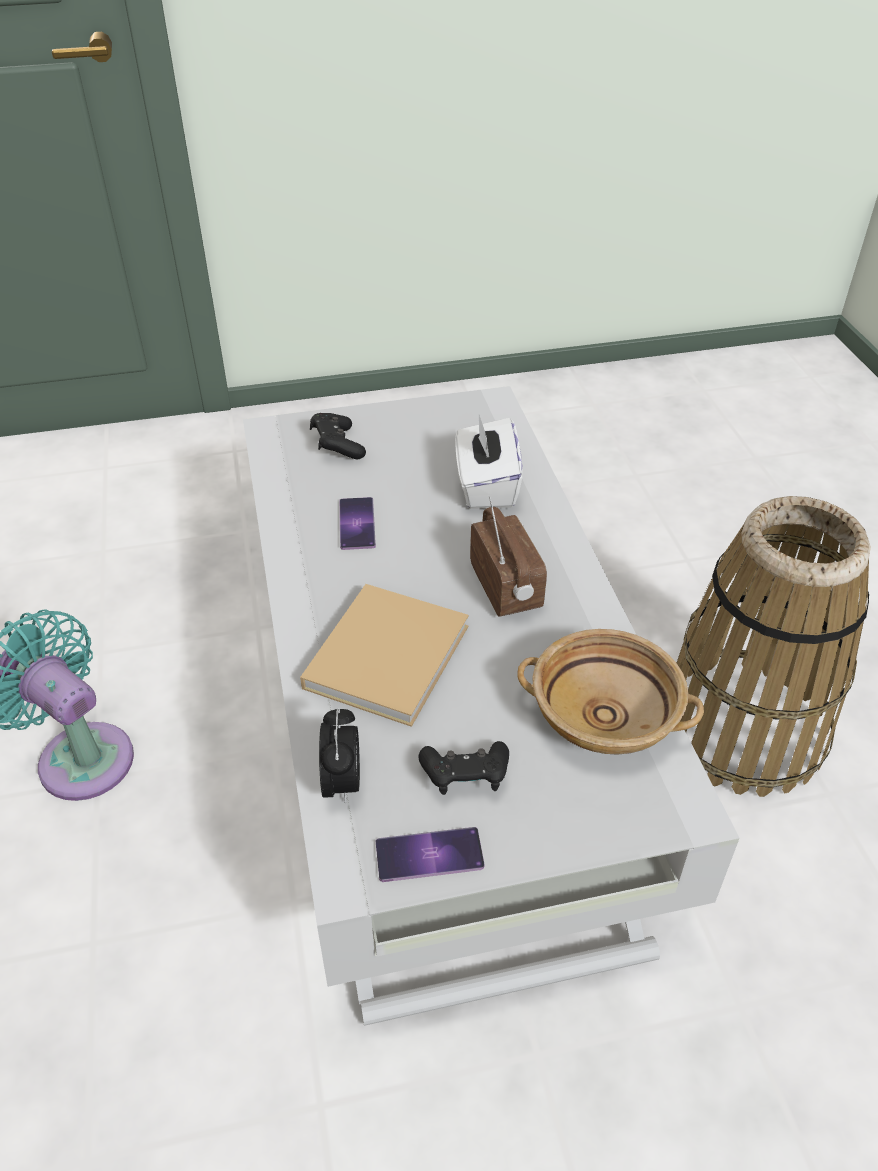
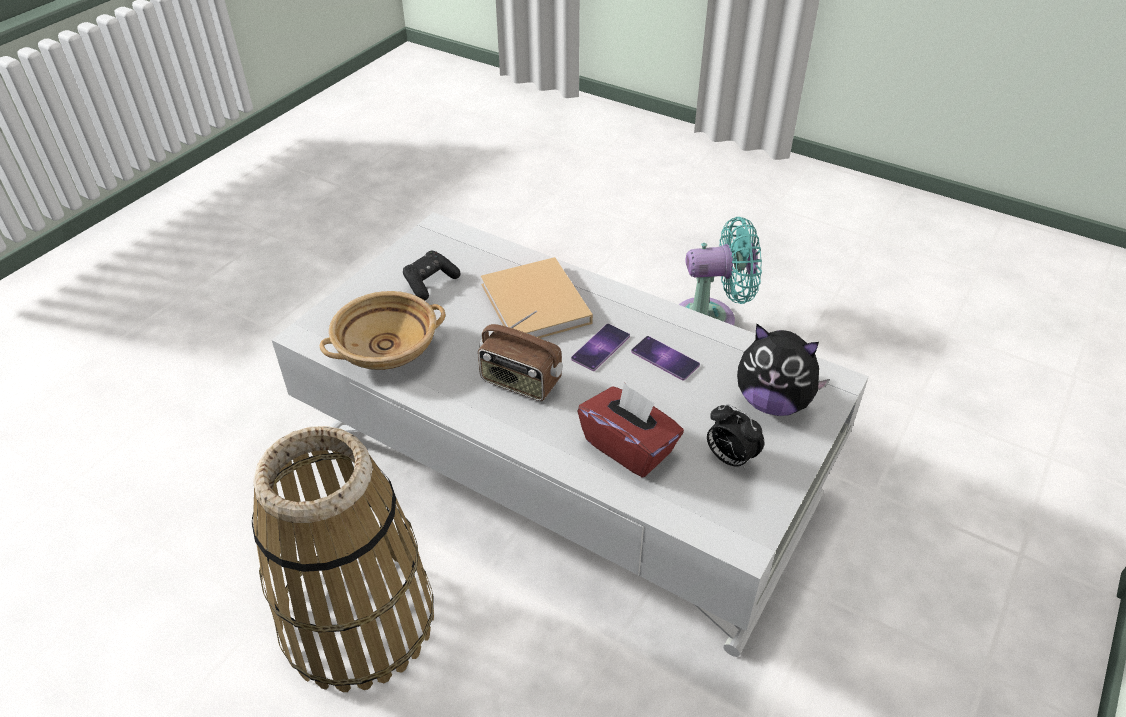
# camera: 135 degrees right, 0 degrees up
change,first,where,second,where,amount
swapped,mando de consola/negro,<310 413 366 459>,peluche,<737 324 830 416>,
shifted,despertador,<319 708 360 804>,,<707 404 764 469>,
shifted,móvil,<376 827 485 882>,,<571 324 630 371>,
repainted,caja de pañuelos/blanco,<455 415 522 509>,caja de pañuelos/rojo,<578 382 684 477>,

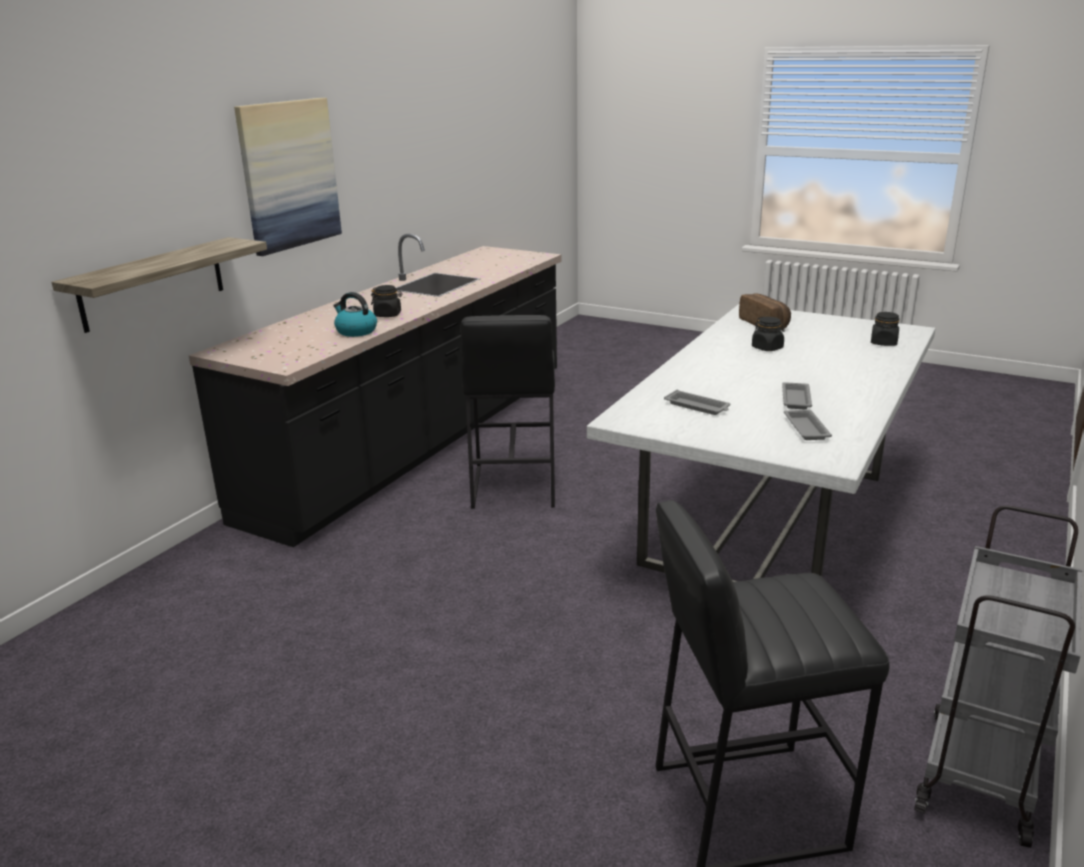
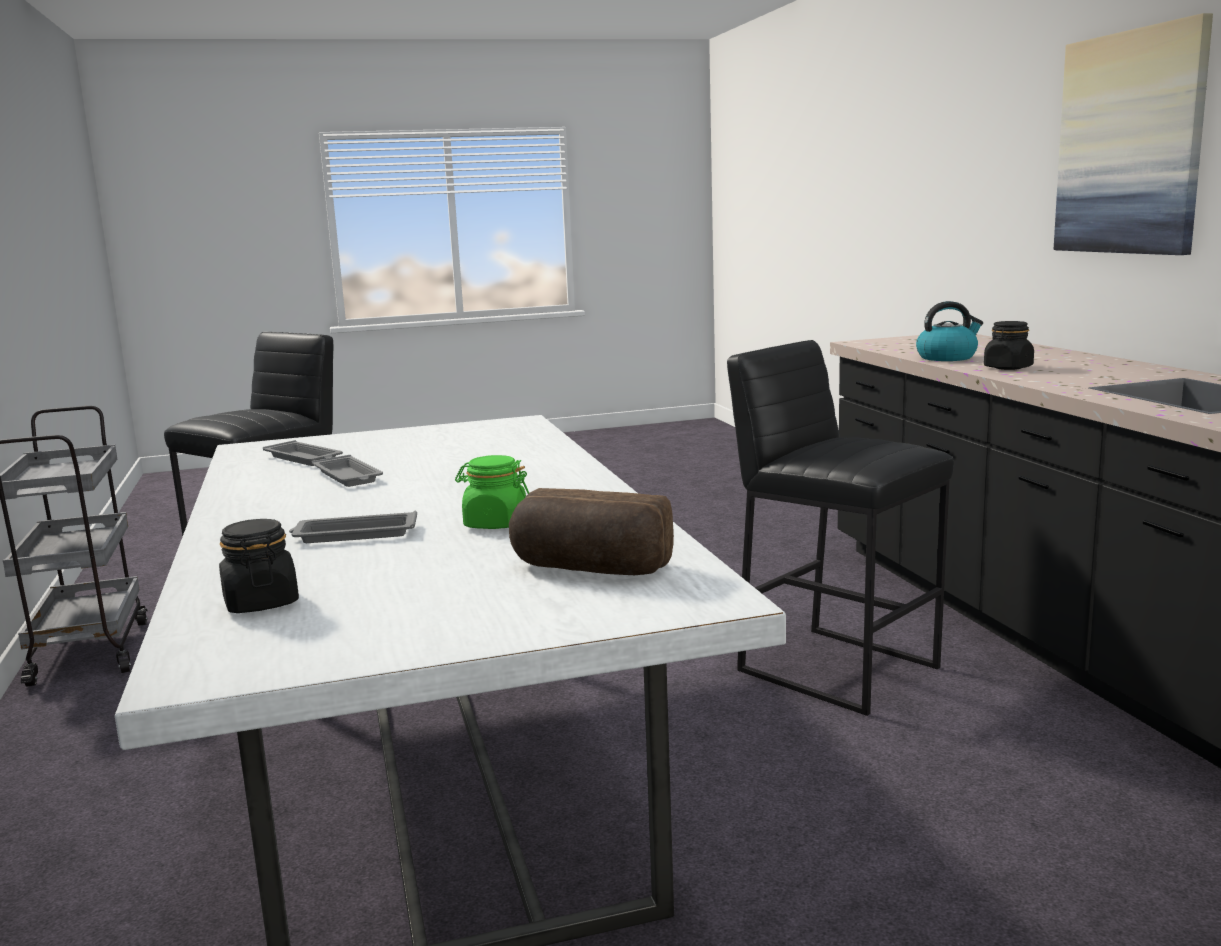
# camera: 135 degrees right, 10 degrees down
change,first,where,second,where,amount
gone,estante,<52 237 267 333>,,,
shifted,bandeja/gris,<664 390 731 415>,,<289 511 417 543>,
repainted,tarro/negro,<752 317 784 351>,tarro/verde,<455 455 529 529>,

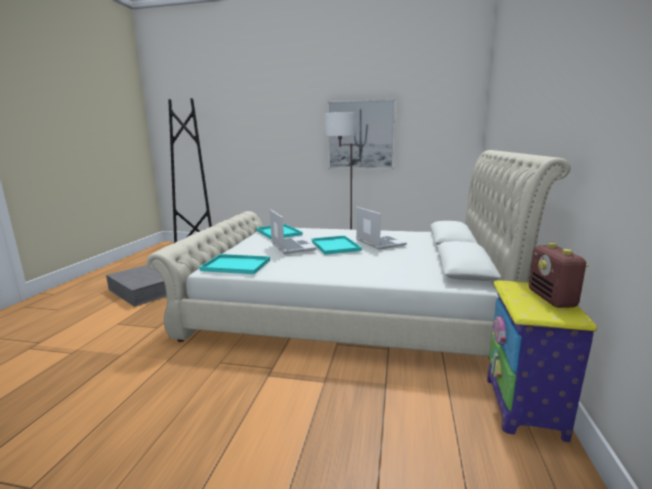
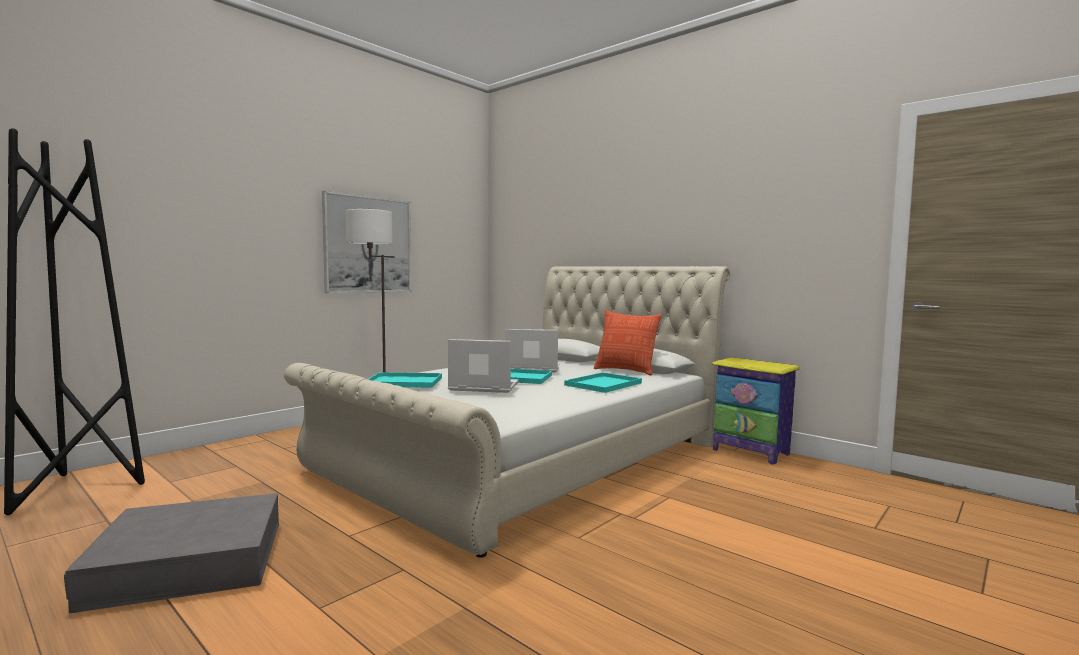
# camera: 60 degrees left, 10 degrees down
change,first,where,second,where,amount
shifted,bandeja/turquesa,<199 254 270 274>,,<564 372 642 393>,
gone,radio,<529 243 589 308>,,,
new,,,cojín/naranja,<594 310 662 376>,

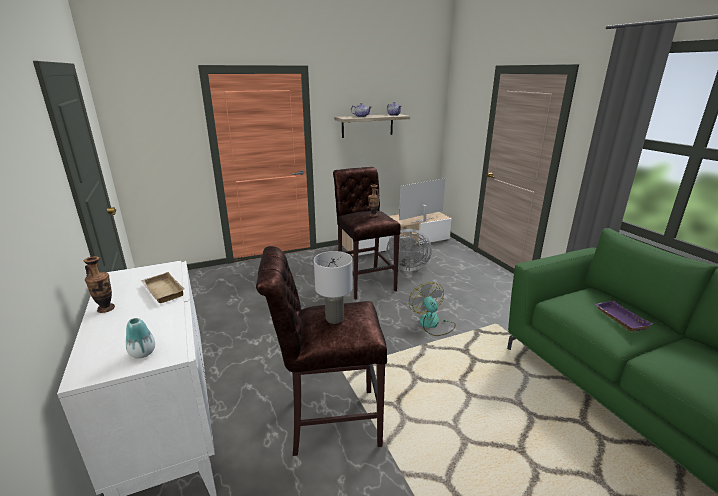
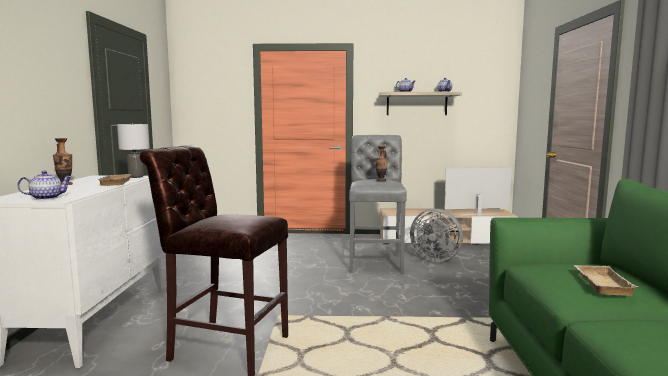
# camera: 25 degrees right, 15 degrees down
change,first,where,second,where,amount
swapped,florero,<126 318 155 358>,tetera,<17 171 72 200>,
shifted,lámpara de mesa/blanco,<314 251 353 324>,,<117 123 149 178>,
repainted,taburete/marrón,<333 167 401 299>,taburete/gris,<349 135 407 274>,
gone,ventilador,<409 282 456 336>,,,
repainted,bandeja/morado,<595 301 653 332>,bandeja/beis,<574 265 638 296>,

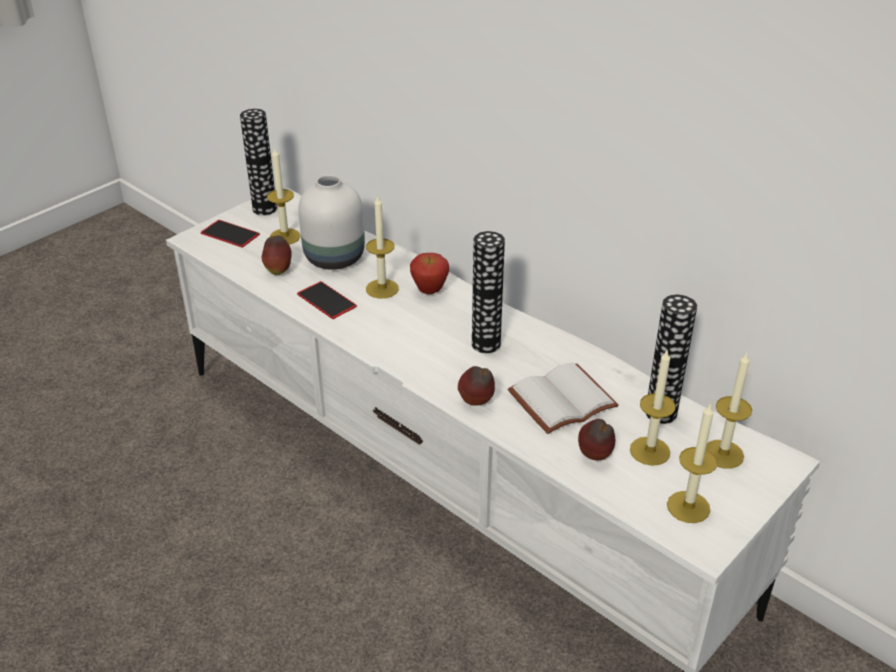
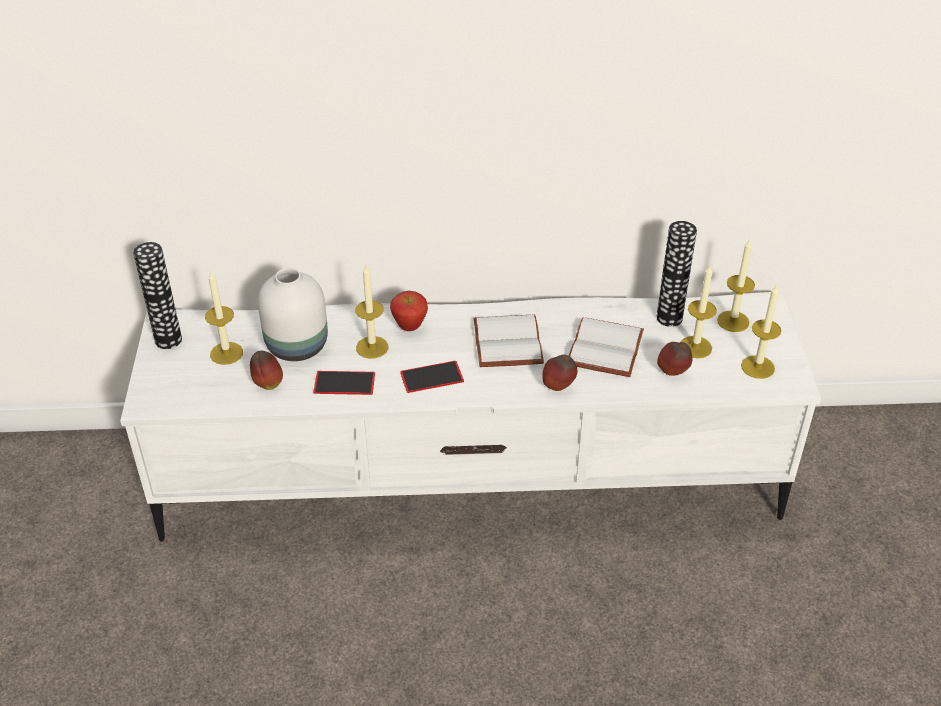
# camera: 45 degrees left, 5 degrees up
change,first,where,second,where,amount
shifted,móvil,<201 220 260 247>,,<400 361 464 393>,
swapped,florero,<472 231 505 353>,libro/blanco,<473 314 544 367>,

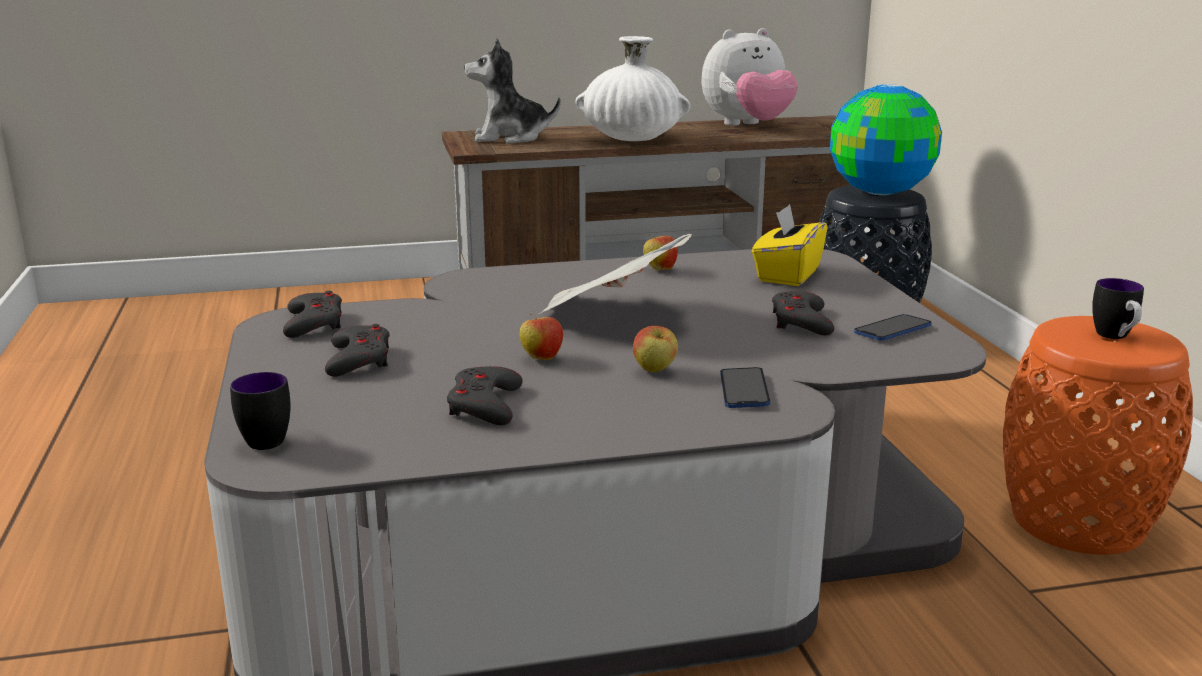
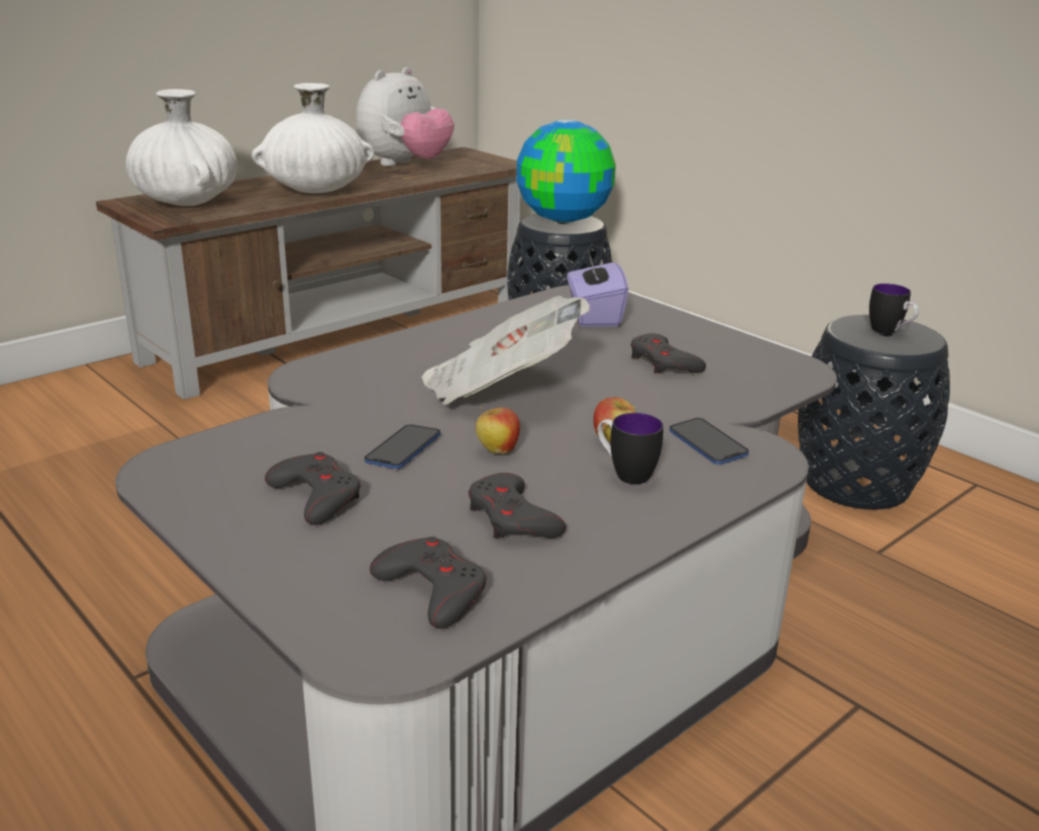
# camera: 30 degrees left, 5 degrees up
change,first,where,second,where,amount
shifted,taza grande,<230 372 291 450>,,<597 413 663 484>,
shifted,mando de consola/gris,<283 291 342 338>,,<370 536 487 629>,
swapped,peluche,<464 38 561 144>,florero/blanco,<126 89 237 206>,
gone,manzana,<643 234 678 270>,,,
repainted,caja de pañuelos/amarillo,<752 204 828 286>,caja de pañuelos/morado,<567 249 628 327>,
shifted,móvil,<854 314 931 341>,,<364 425 441 469>,
repainted,taburete/naranja,<1003 316 1193 555>,taburete/negro,<798 315 950 510>,

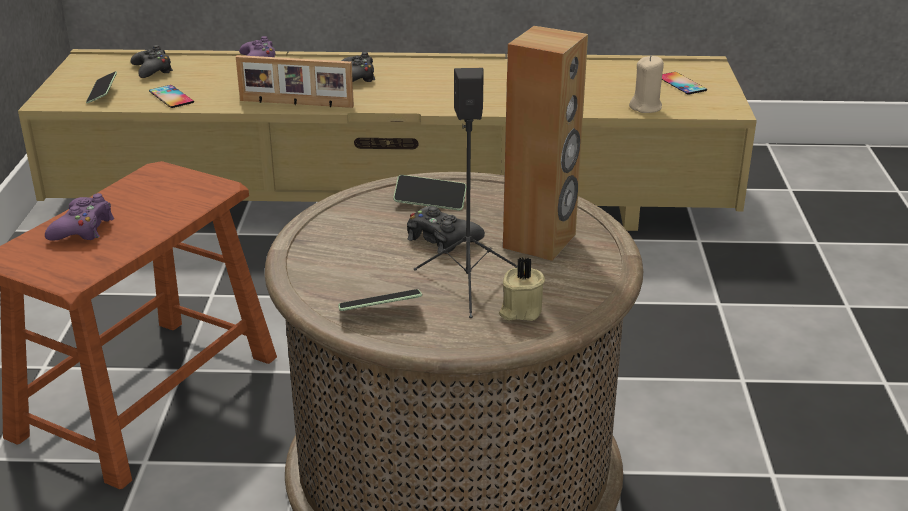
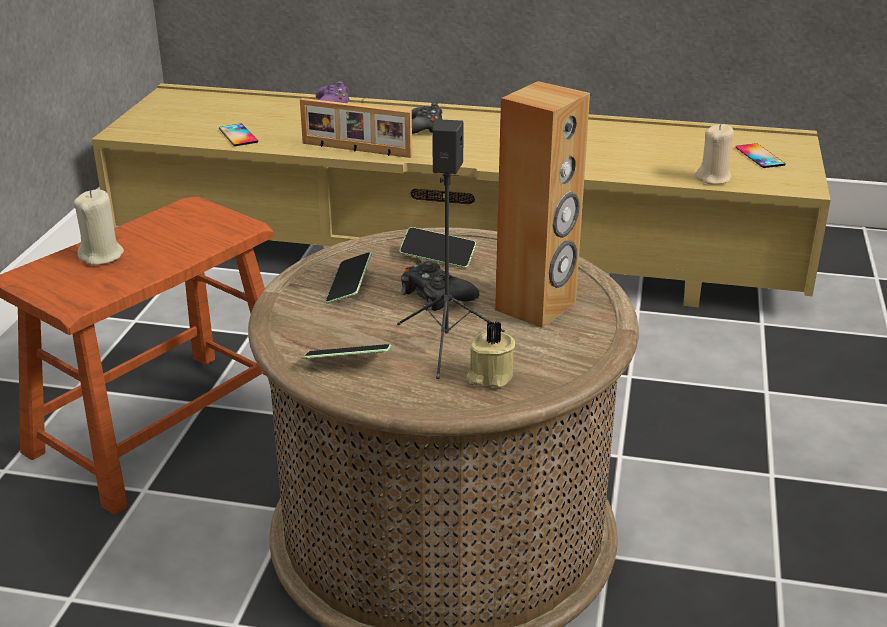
# camera: 10 degrees right, 0 degrees up
change,first,where,second,where,amount
swapped,mando de consola/morado,<45 193 114 241>,vela/beis,<74 189 124 265>,
shifted,móvil,<86 71 117 104>,,<325 252 372 304>,
gone,mando de consola/negro,<131 45 173 78>,,,

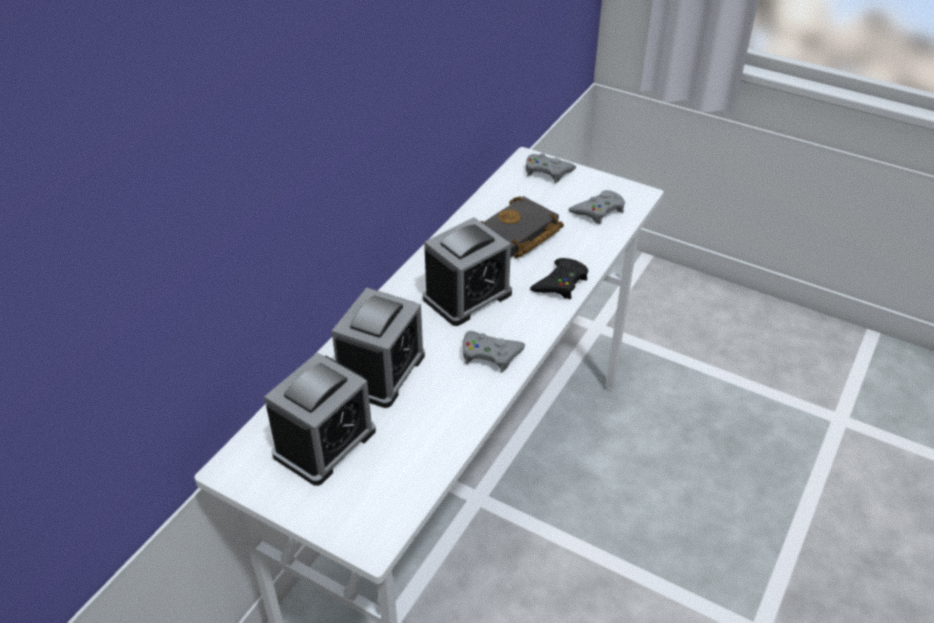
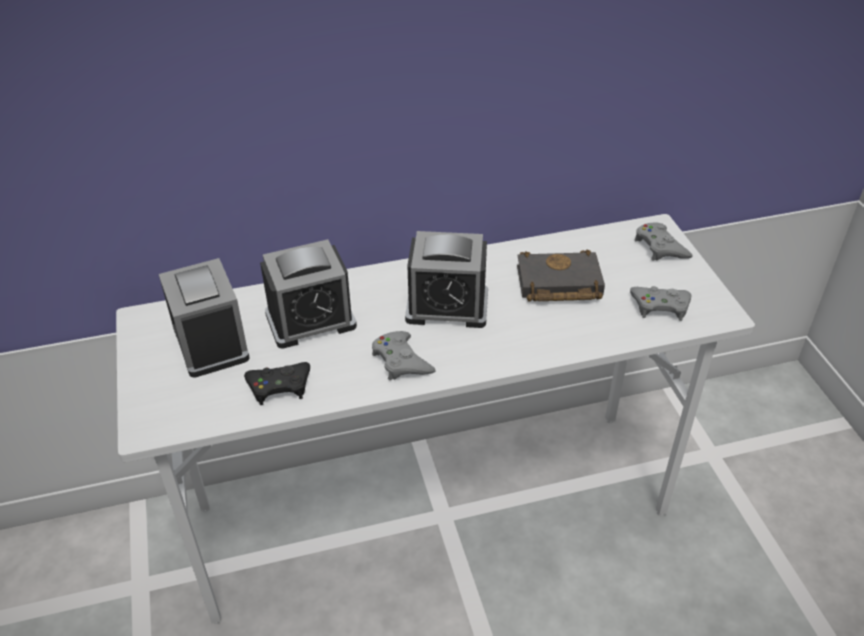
# camera: 45 degrees right, 0 degrees up
change,first,where,second,where,amount
rotated,despertador,<264 352 376 486>,,<159 258 250 378>,105 degrees counterclockwise
shifted,mando de consola/negro,<530 258 588 299>,,<244 362 310 405>,

